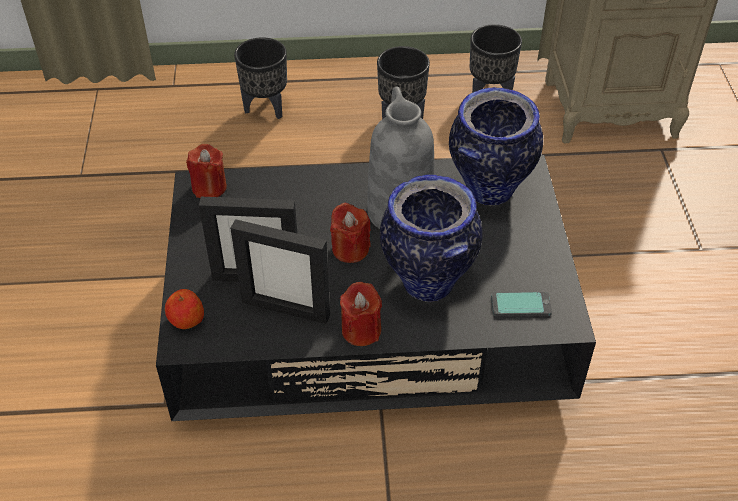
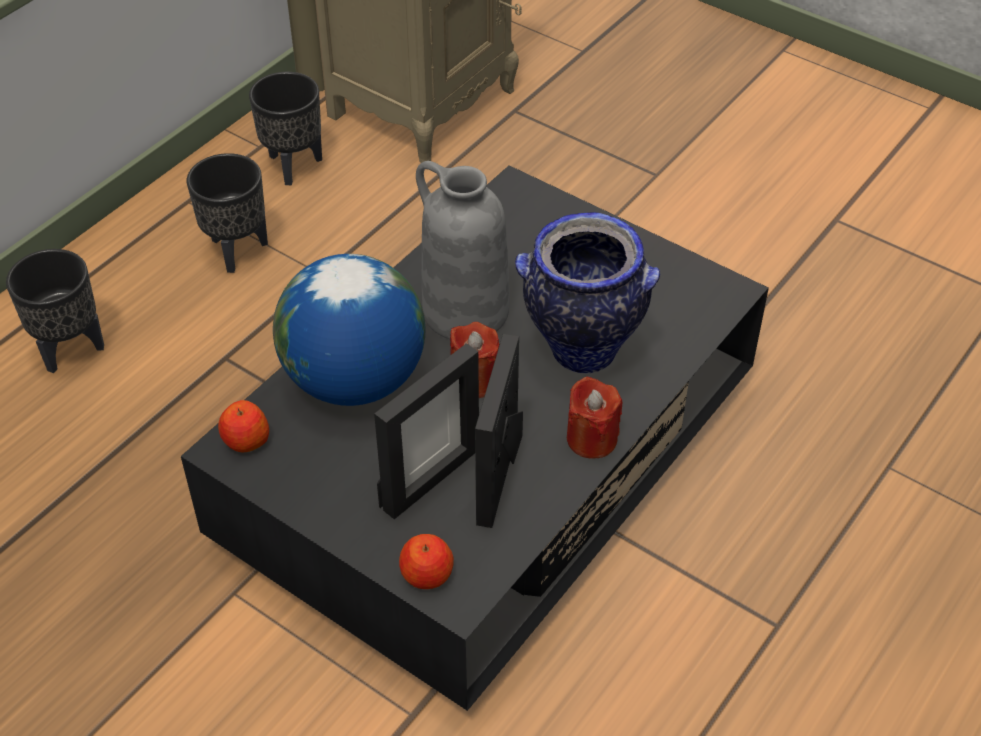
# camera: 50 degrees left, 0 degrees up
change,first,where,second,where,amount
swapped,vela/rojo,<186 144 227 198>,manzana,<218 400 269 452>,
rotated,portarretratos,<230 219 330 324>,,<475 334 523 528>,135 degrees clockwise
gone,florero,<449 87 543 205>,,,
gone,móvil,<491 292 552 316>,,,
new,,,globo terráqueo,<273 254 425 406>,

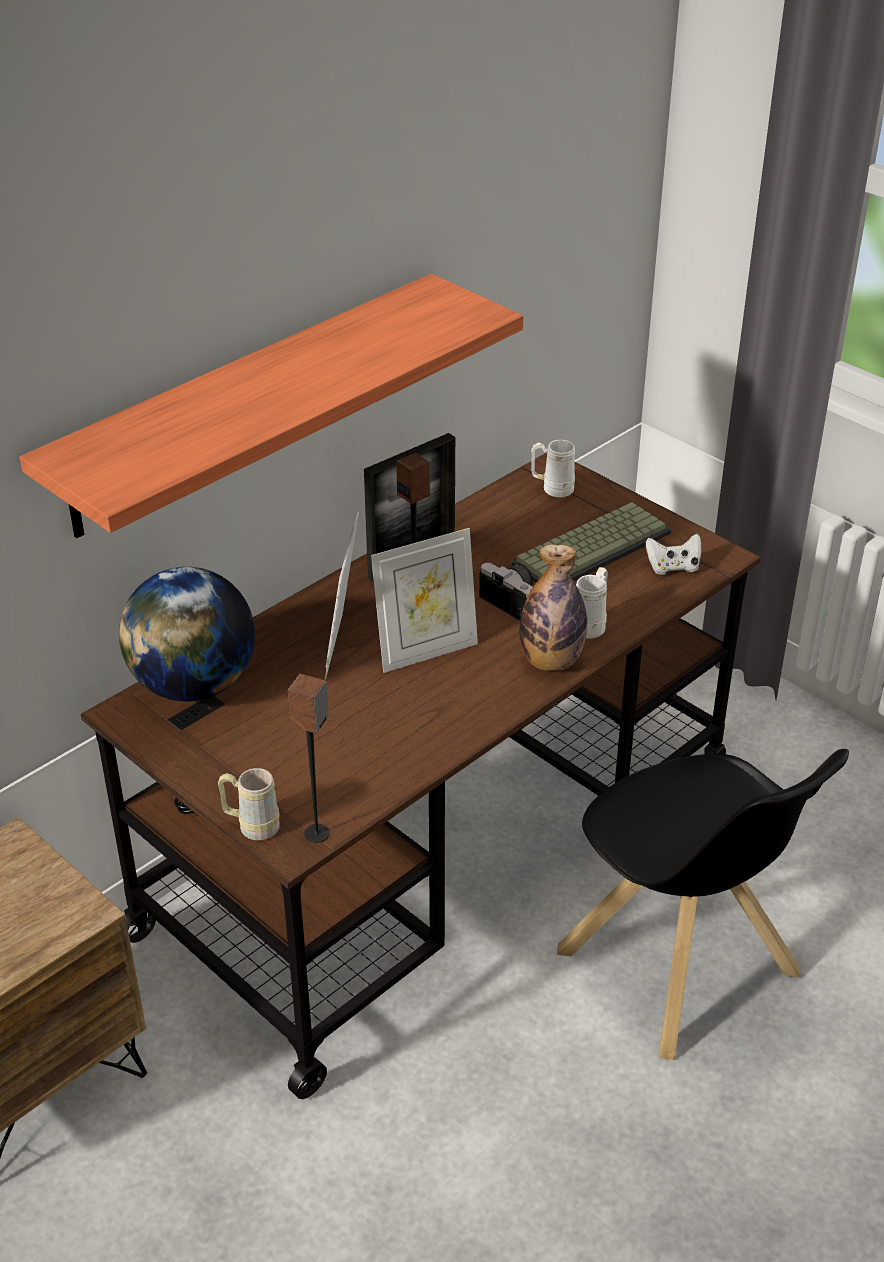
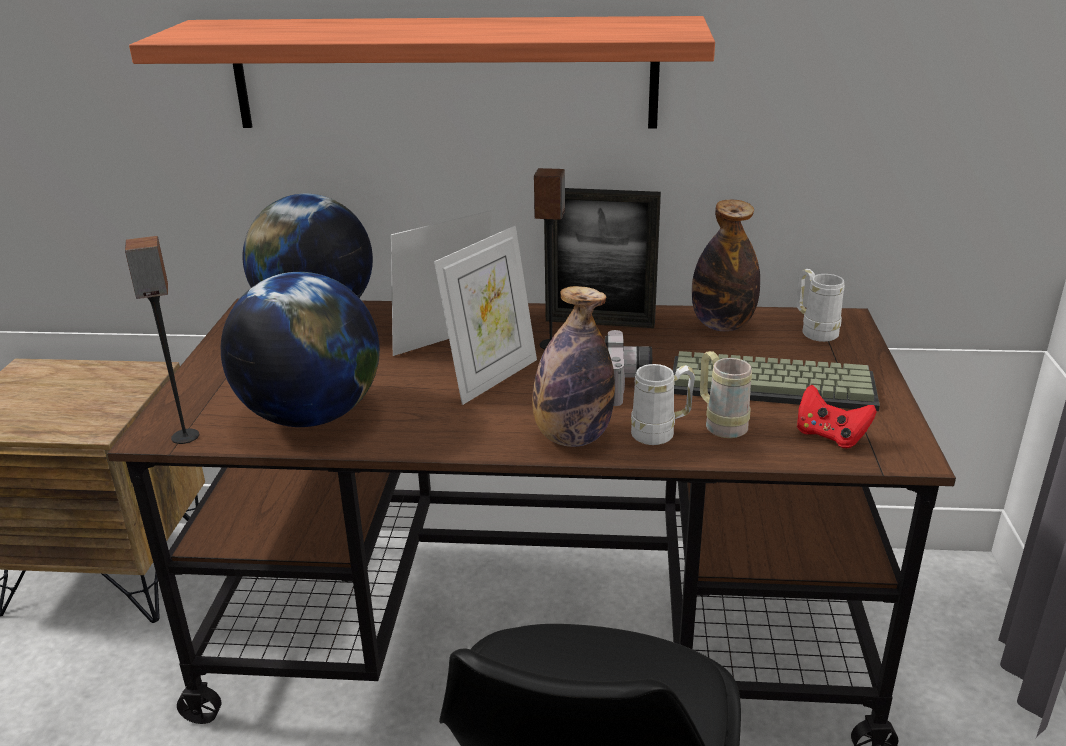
# camera: 50 degrees right, 10 degrees down
change,first,where,second,where,amount
shifted,taza grande/beis,<218 768 280 840>,,<700 351 752 438>,
rotated,portarretratos,<371 528 478 673>,,<434 226 537 405>,75 degrees counterclockwise
repainted,mando de consola/blanco,<646 534 701 575>,mando de consola/rojo,<797 385 877 448>,
new,,,globo terráqueo,<221 272 380 427>,
new,,,botella,<692 200 760 331>,

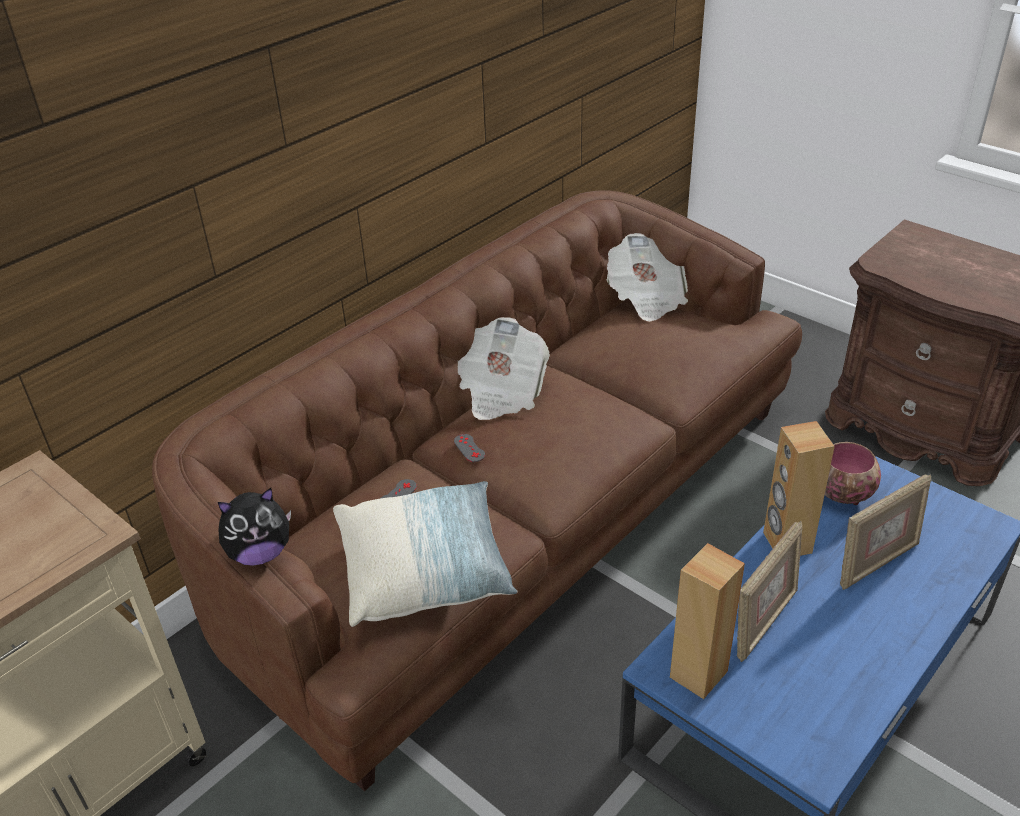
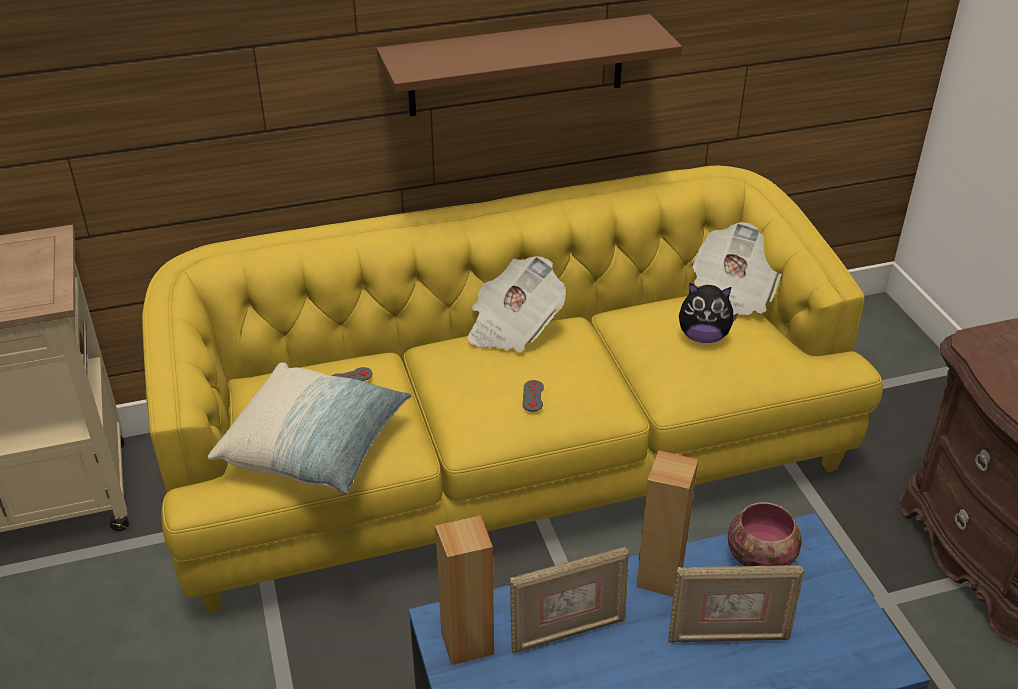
# camera: 30 degrees right, 0 degrees up
change,first,where,second,where,amount
repainted,sofá/marrón,<152 190 802 791>,sofá/amarillo,<142 166 883 613>,
shifted,peluche,<218 488 291 566>,,<679 283 738 343>,
shifted,mando de consola/gris,<454 434 485 462>,,<522 380 544 412>,
new,,,estante/marrón,<376 14 682 116>,

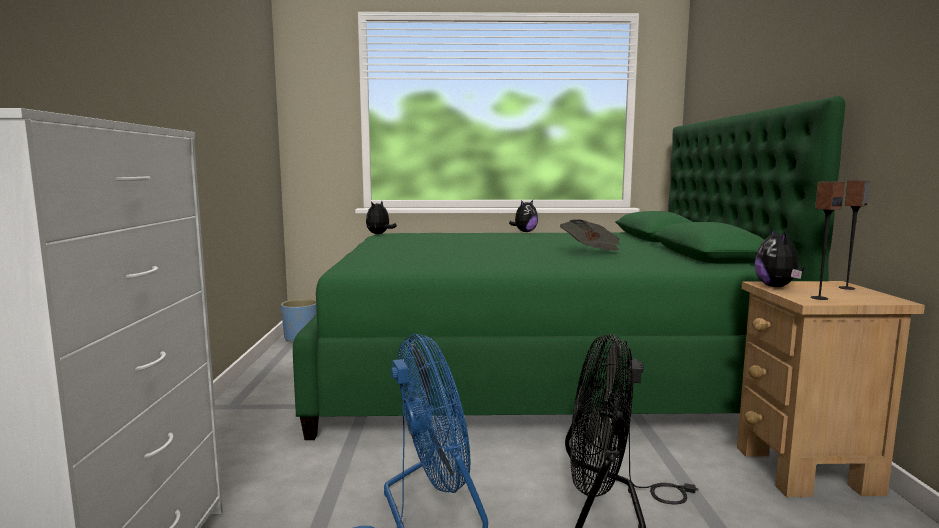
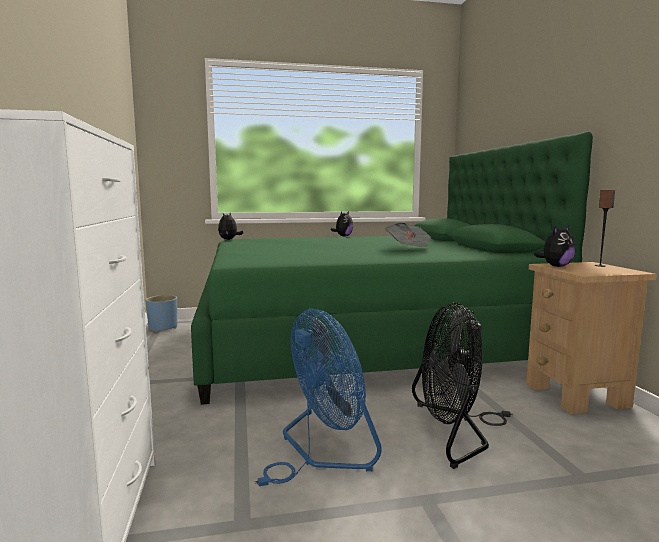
# camera: 10 degrees left, 0 degrees up
change,first,where,second,where,amount
rotated,peluche,<754 228 804 287>,,<534 226 575 267>,120 degrees counterclockwise
gone,altavoz,<811 181 845 300>,,,

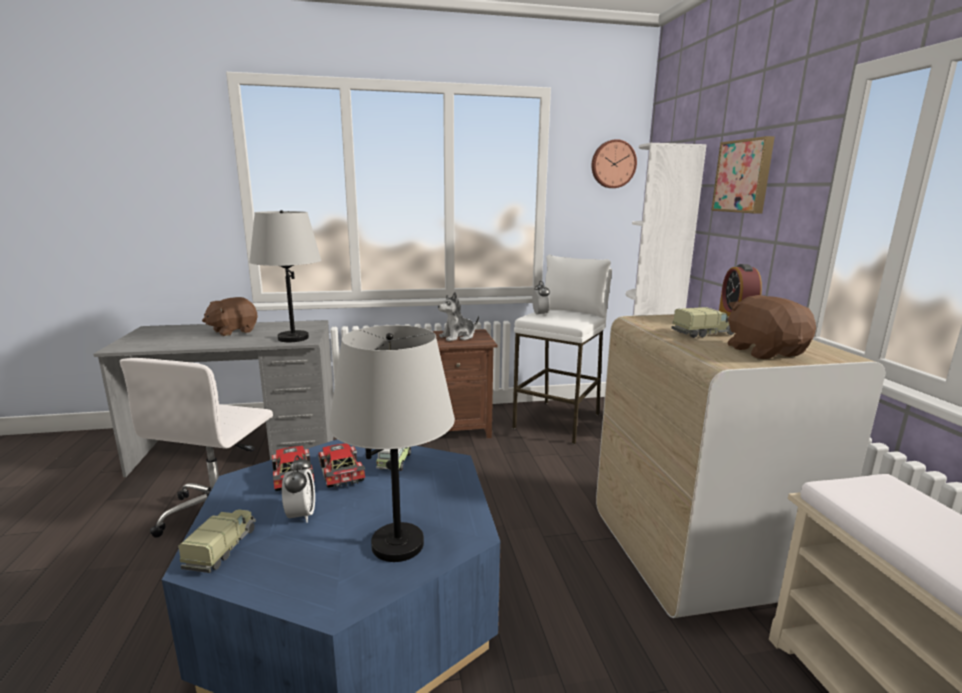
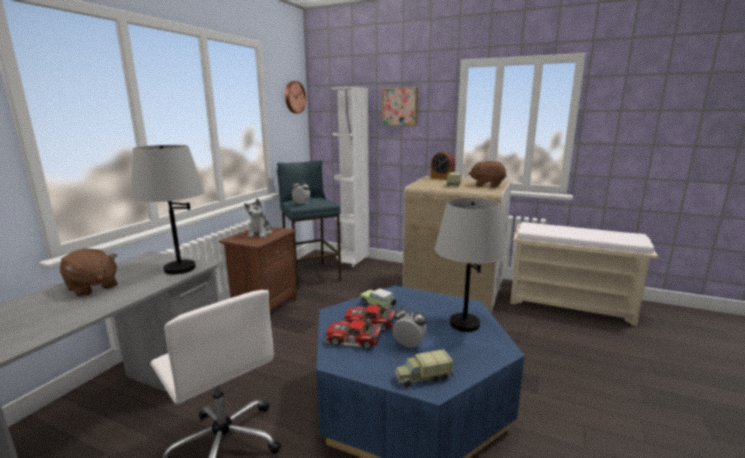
# camera: 55 degrees left, 0 degrees up
change,first,where,second,where,amount
rotated,camión de juguete,<178 509 256 573>,,<394 349 453 388>,60 degrees counterclockwise
rotated,peluche/marrón,<202 297 258 336>,,<60 248 118 297>,45 degrees counterclockwise
repainted,taburete/blanco,<513 255 612 444>,taburete/azul,<277 160 341 289>,

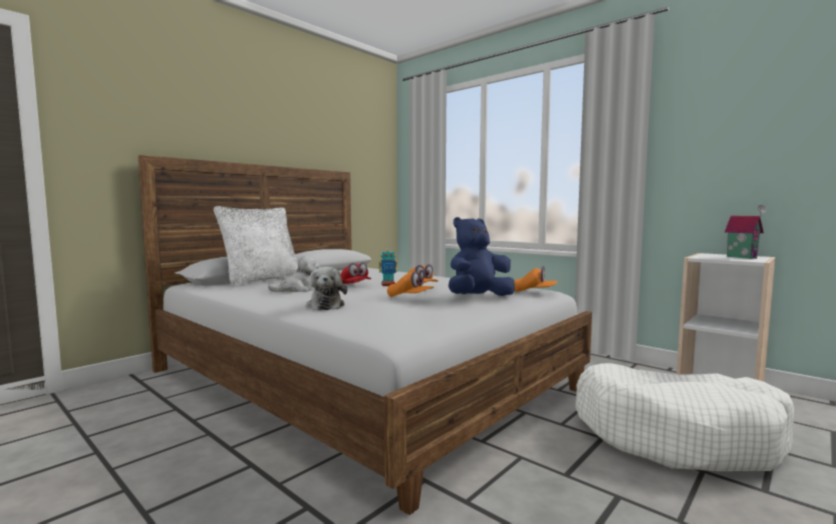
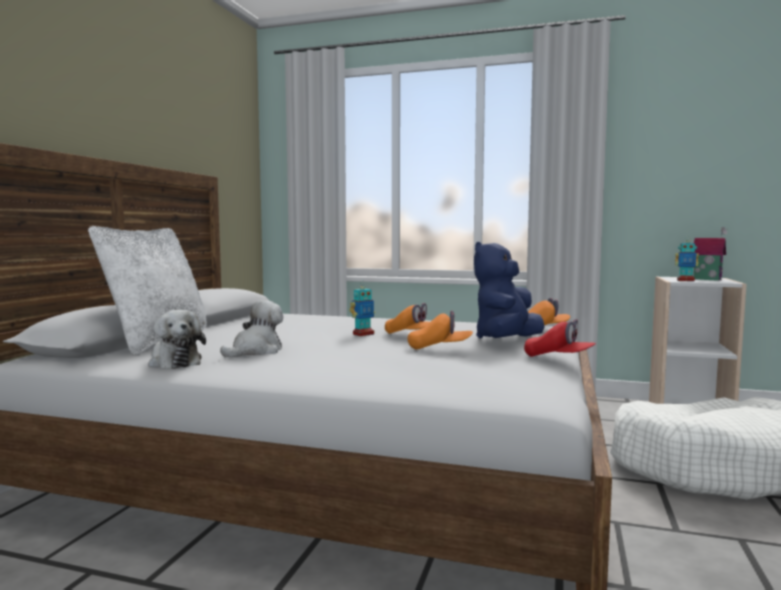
# camera: 25 degrees left, 0 degrees up
change,first,where,second,where,amount
shifted,peluche,<306 267 347 311>,,<148 310 206 369>,
shifted,gorra/rojo,<341 262 372 284>,,<524 319 596 357>,
new,,,robot de juguete,<675 237 699 281>,

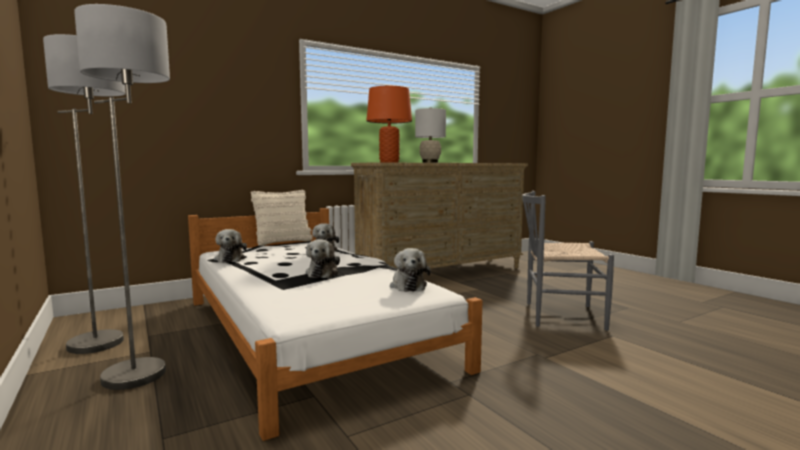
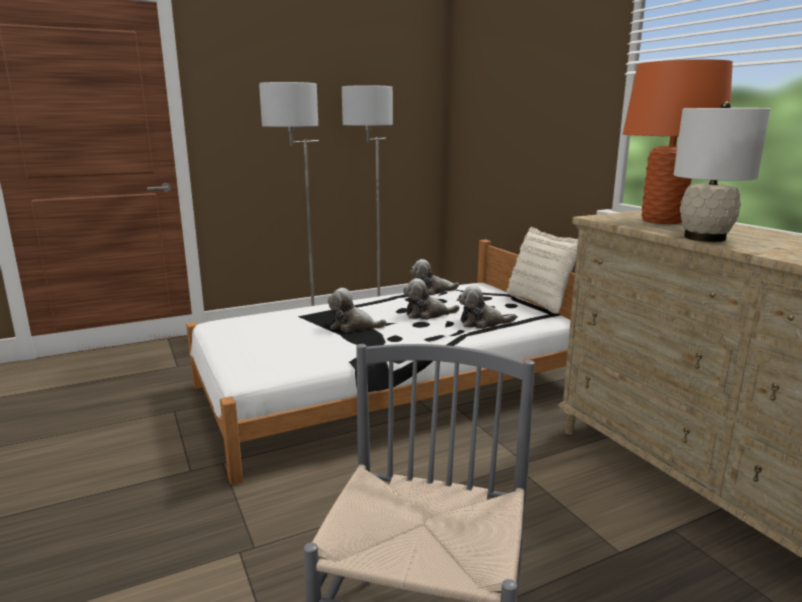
# camera: 95 degrees right, 10 degrees up
change,first,where,second,where,amount
shifted,peluche,<390 248 430 292>,,<403 278 460 320>,

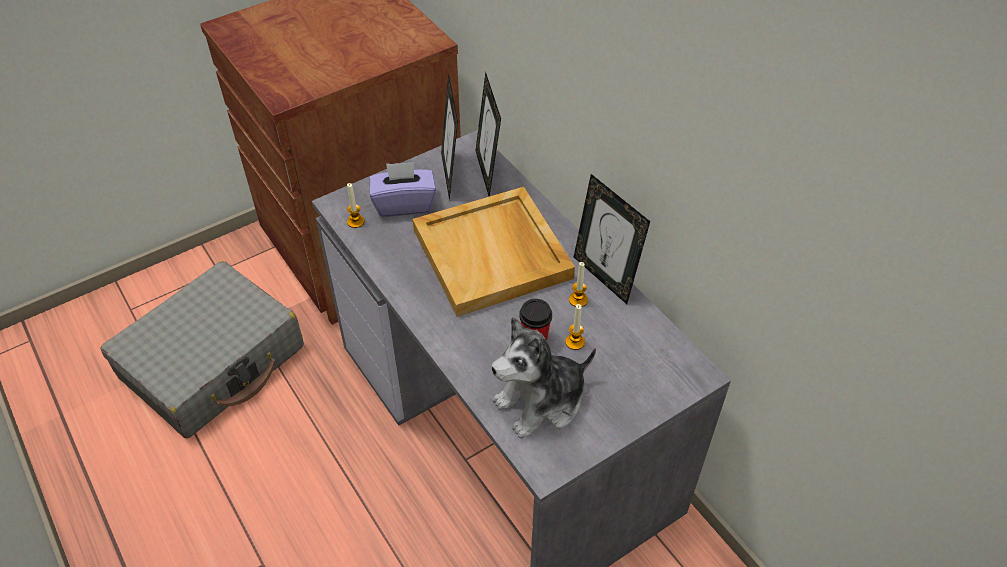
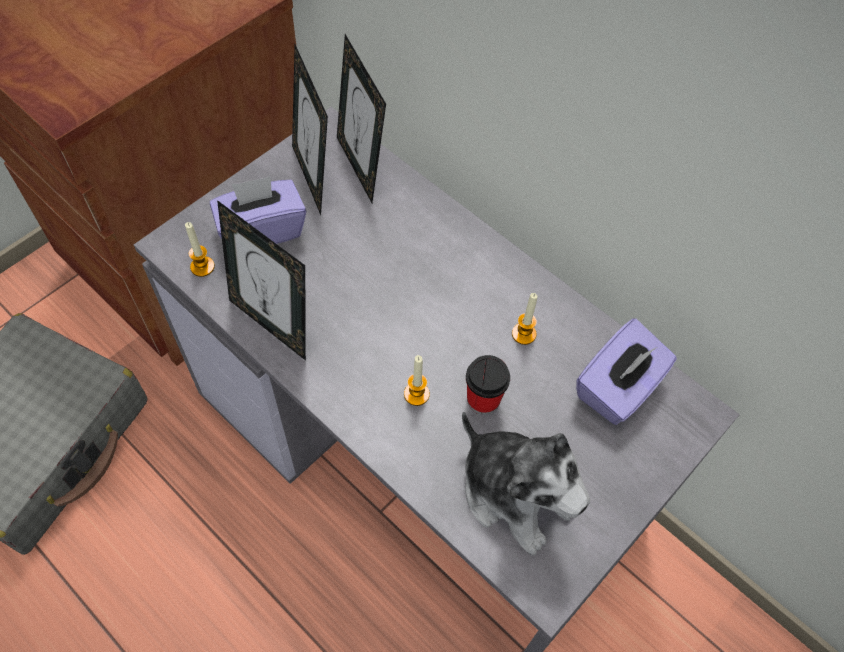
# camera: 15 degrees left, 10 degrees up
change,first,where,second,where,amount
gone,bandeja/beis,<413 187 575 317>,,,
rotated,peluche,<491 317 596 439>,,<462 412 590 555>,90 degrees counterclockwise
shifted,vela,<565 304 585 350>,,<404 355 430 406>,
shifted,portarretratos,<574 174 650 304>,,<217 200 306 361>,
new,,,caja de pañuelos/morado,<576 318 677 425>,

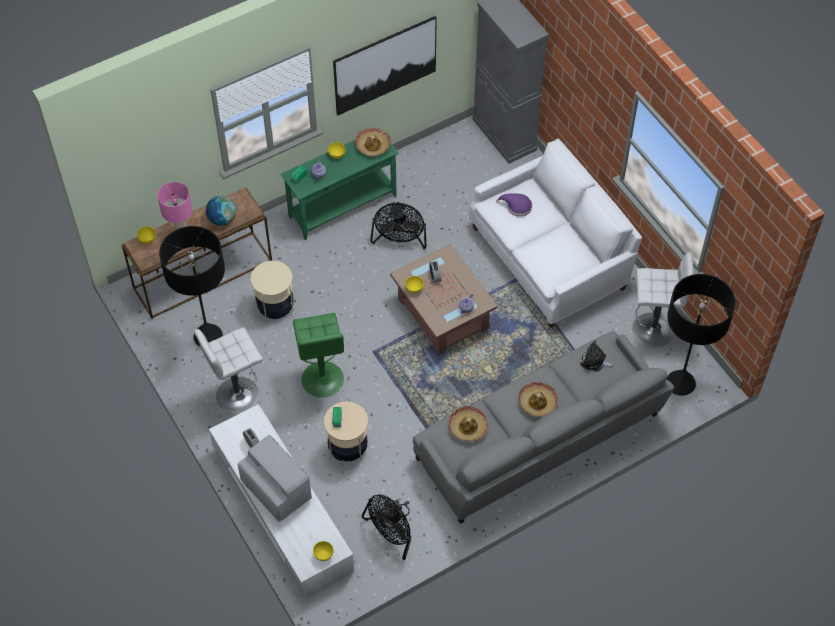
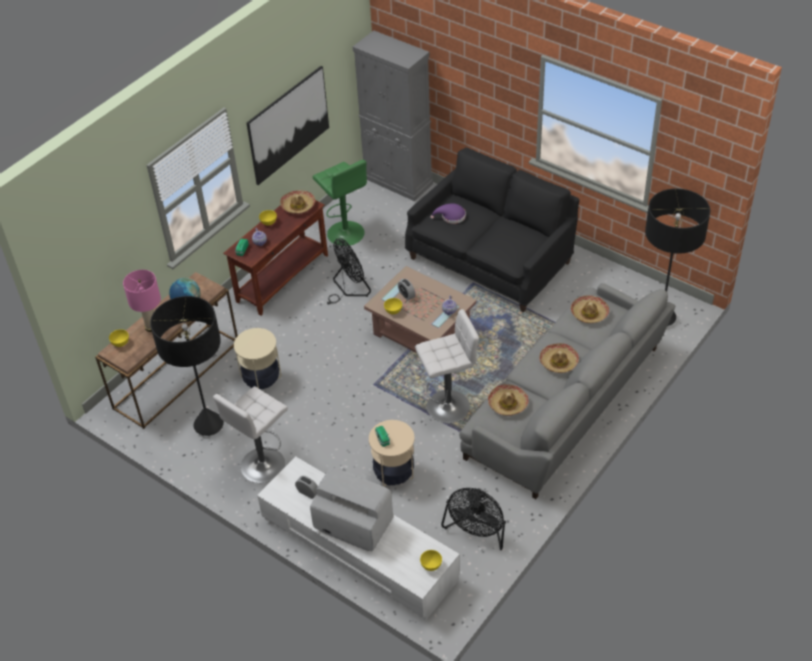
# camera: 20 degrees left, 10 degrees down
change,first,where,second,where,amount
repainted,mesa consola/verde,<281 128 399 240>,mesa consola/marrón,<223 200 328 316>,
shifted,taburete/verde,<293 313 344 398>,,<313 160 367 246>,
rotated,ventilador/negro,<370 202 426 249>,,<327 238 371 305>,105 degrees counterclockwise
repainted,sofá/blanco,<468 138 642 328>,sofá/negro,<405 147 579 312>,
swapped,peluche,<580 340 614 372>,sombrero,<571 295 609 323>,
shifted,taburete/blanco,<632 252 694 347>,,<415 309 479 423>,

